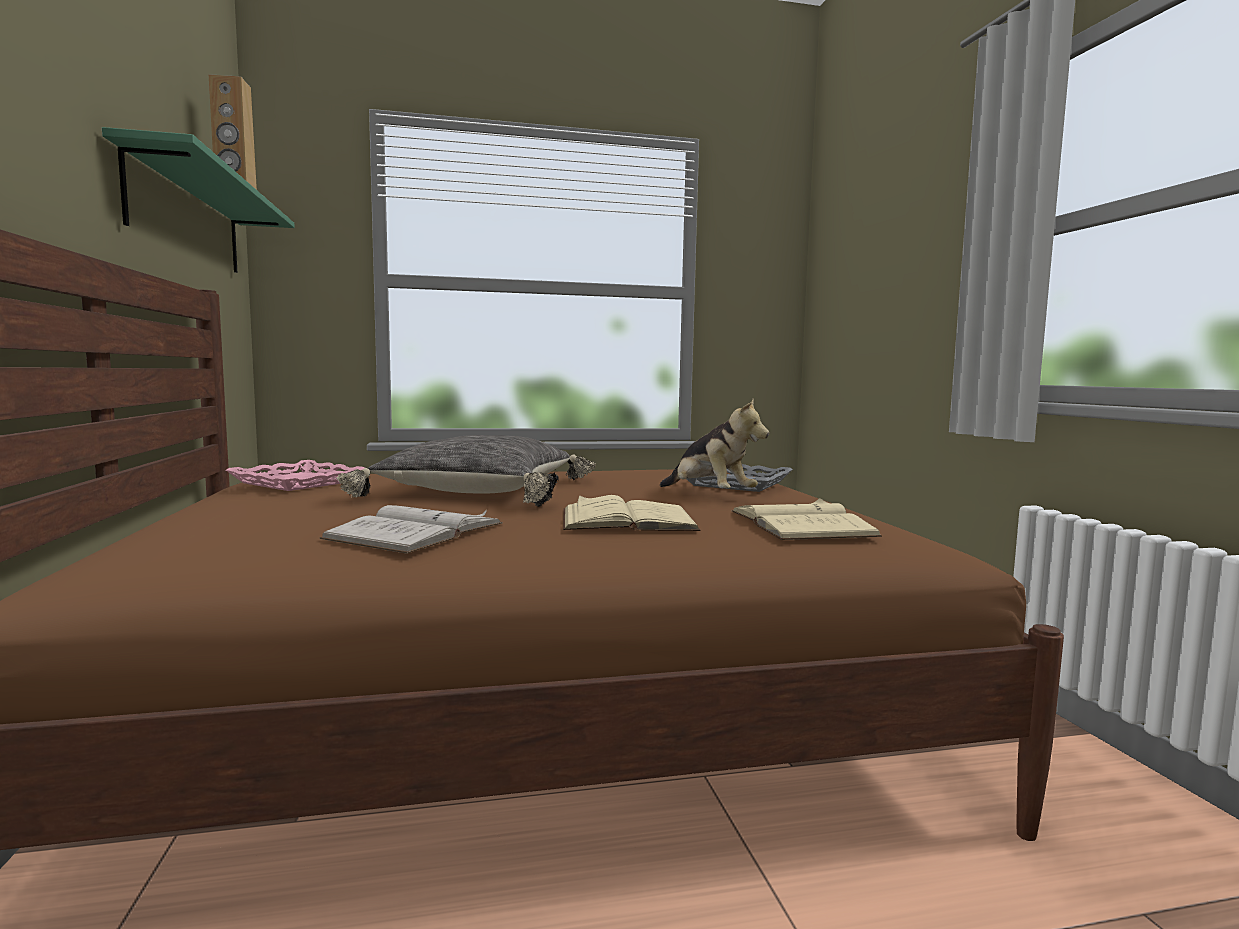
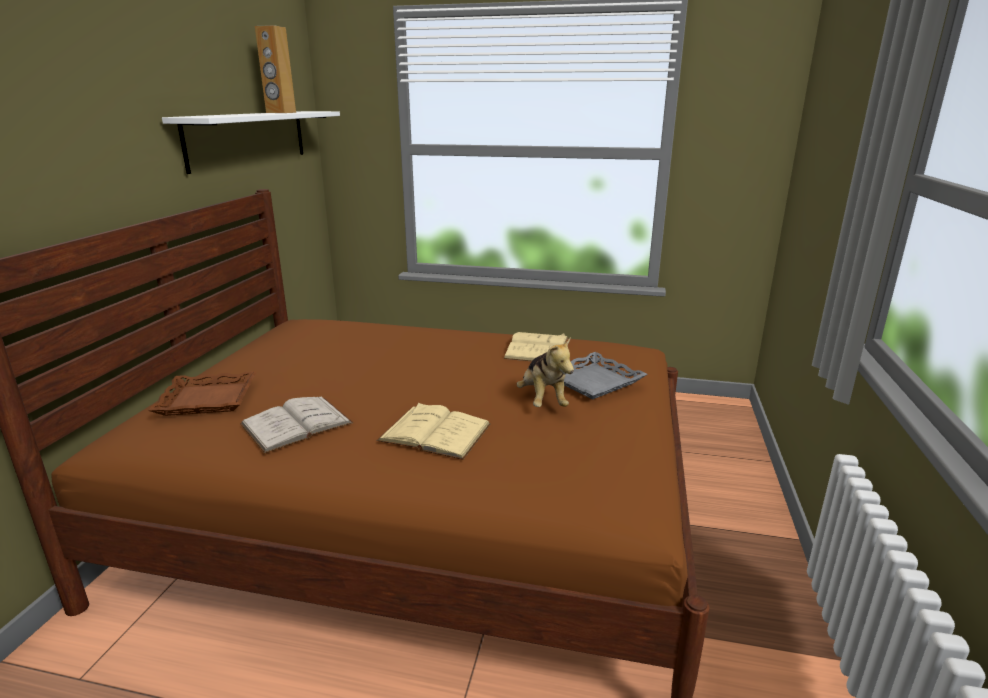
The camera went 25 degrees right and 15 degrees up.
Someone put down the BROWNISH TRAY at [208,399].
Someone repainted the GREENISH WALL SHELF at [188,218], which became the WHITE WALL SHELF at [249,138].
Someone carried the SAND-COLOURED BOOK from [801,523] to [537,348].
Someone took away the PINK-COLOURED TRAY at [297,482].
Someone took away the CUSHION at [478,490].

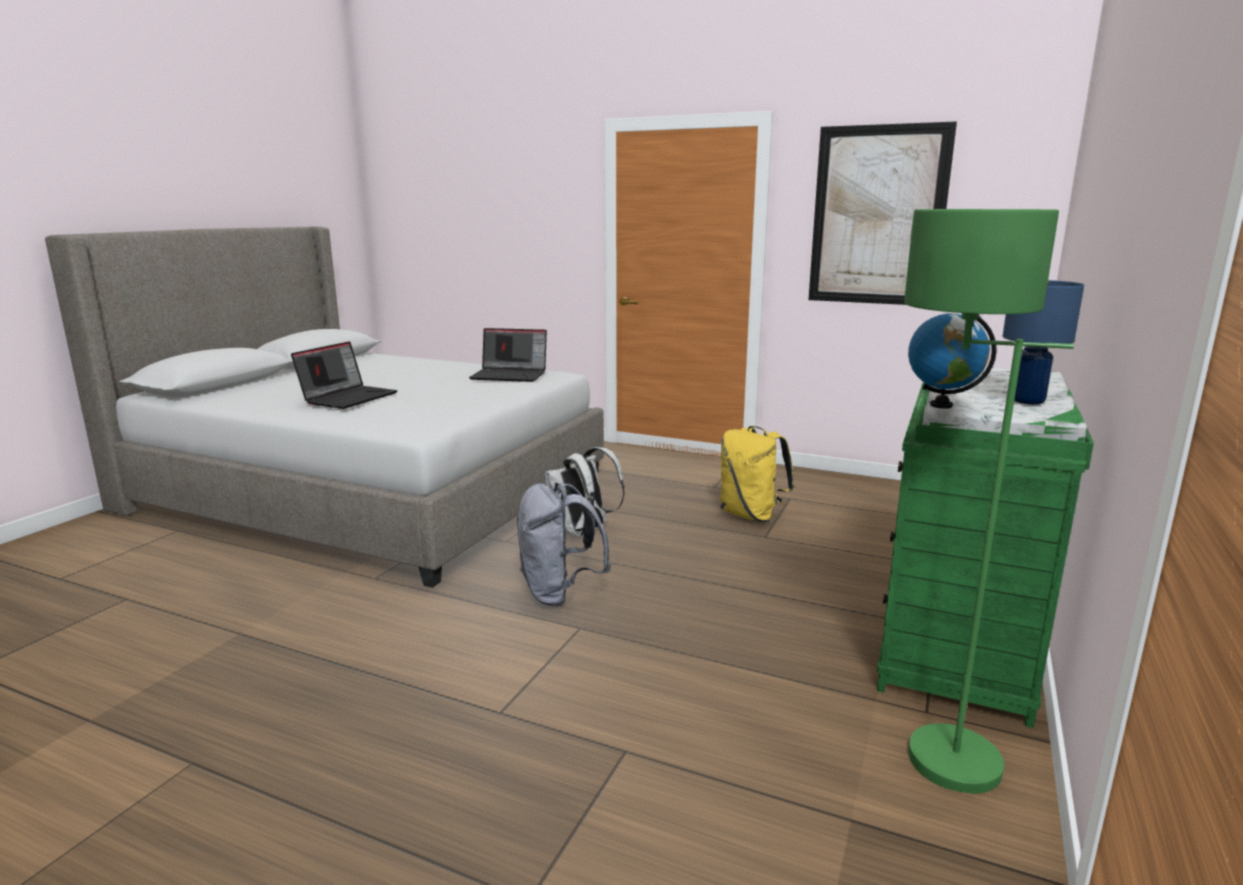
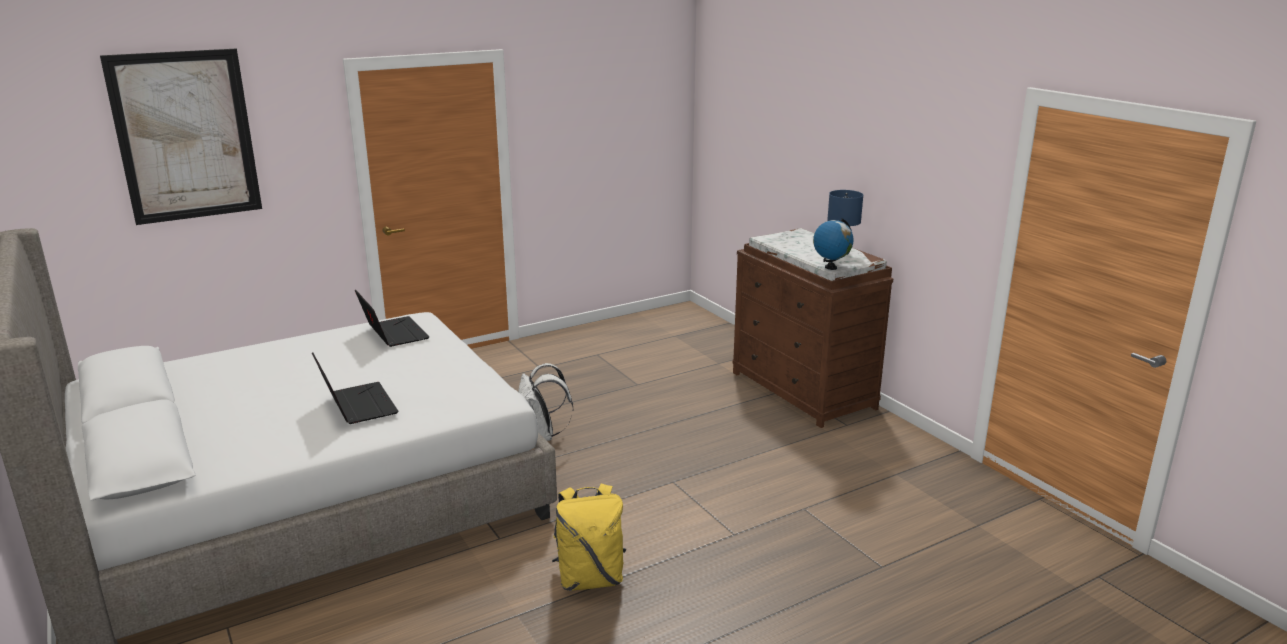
The camera went 55 degrees left and 5 degrees up.
Someone carried the WALL PICTURE from [878,216] to [186,136].
Someone rotated the LAPTOP at [510,375] by 75 degrees counterclockwise.
Someone carried the YELLOW BACKPACK from [751,515] to [590,579].
Someone repainted the GREENISH CHEST OF DRAWERS at [956,640], which became the BROWNISH CHEST OF DRAWERS at [803,390].
Someone took away the GREY BACKPACK at [559,593].
Someone took away the GREENISH FLOOR LAMP at [925,756].

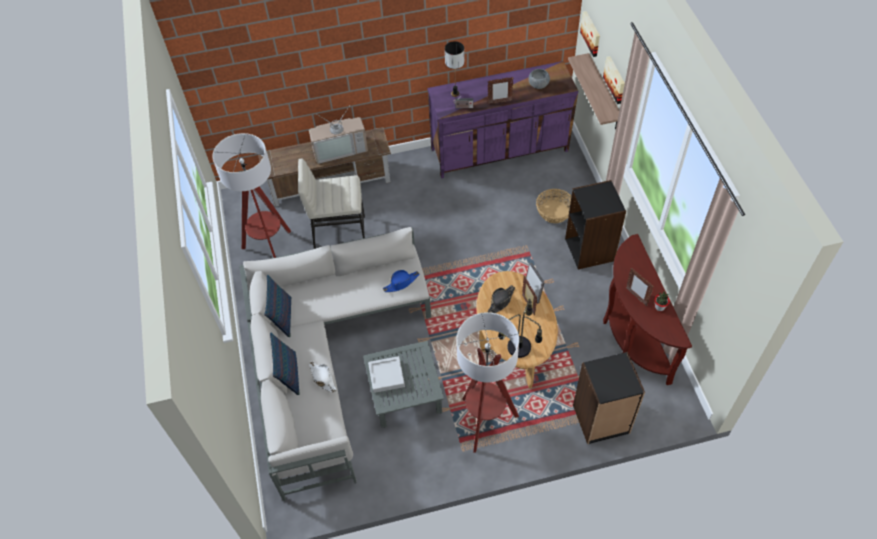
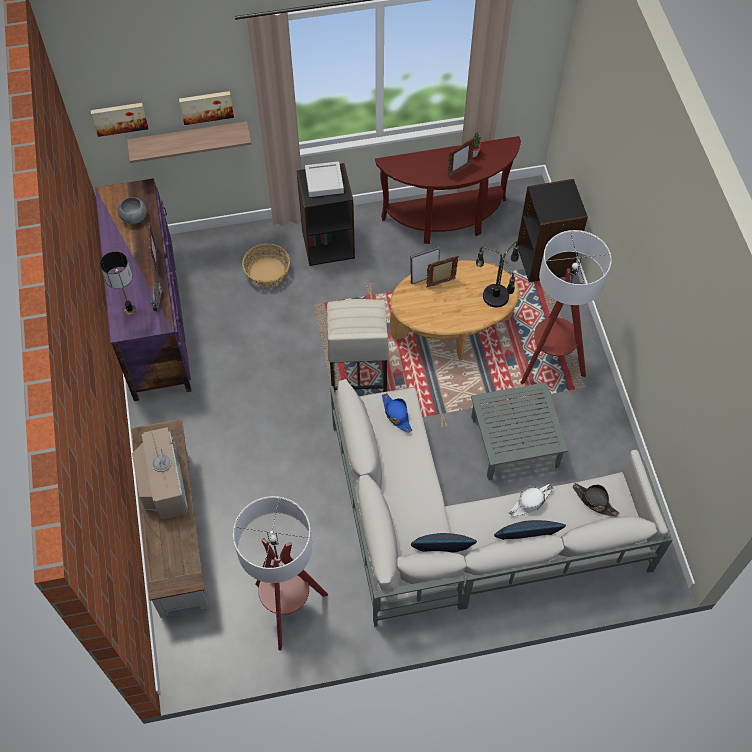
The camera went 90 degrees left and 5 degrees up.
Someone carried the GREY TRAY from [386,376] to [324,182].
Someone carried the SAND-COLOURED STOOL from [339,234] to [358,372].
Someone carried the BLACK WEARABLE HAT from [501,301] to [594,501].

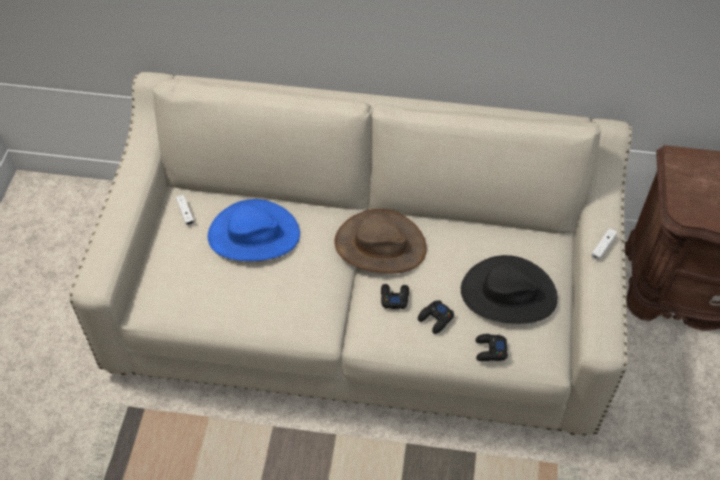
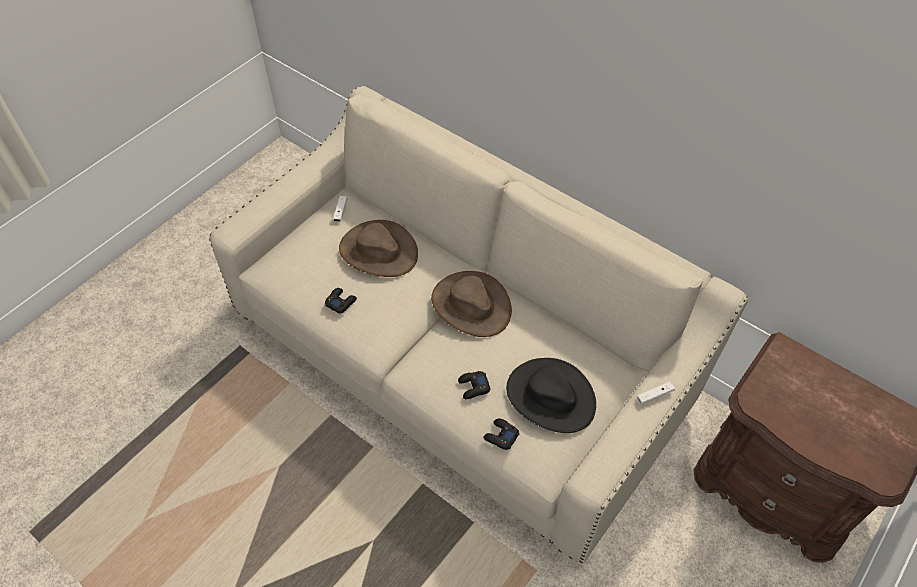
The camera went 30 degrees right and 0 degrees up.
Someone carried the BLACK GAME CONTROLLER from [394,297] to [340,302].
Someone repainted the BLUE-COLOURED WEARABLE HAT at [253,235], which became the BROWNISH WEARABLE HAT at [378,251].

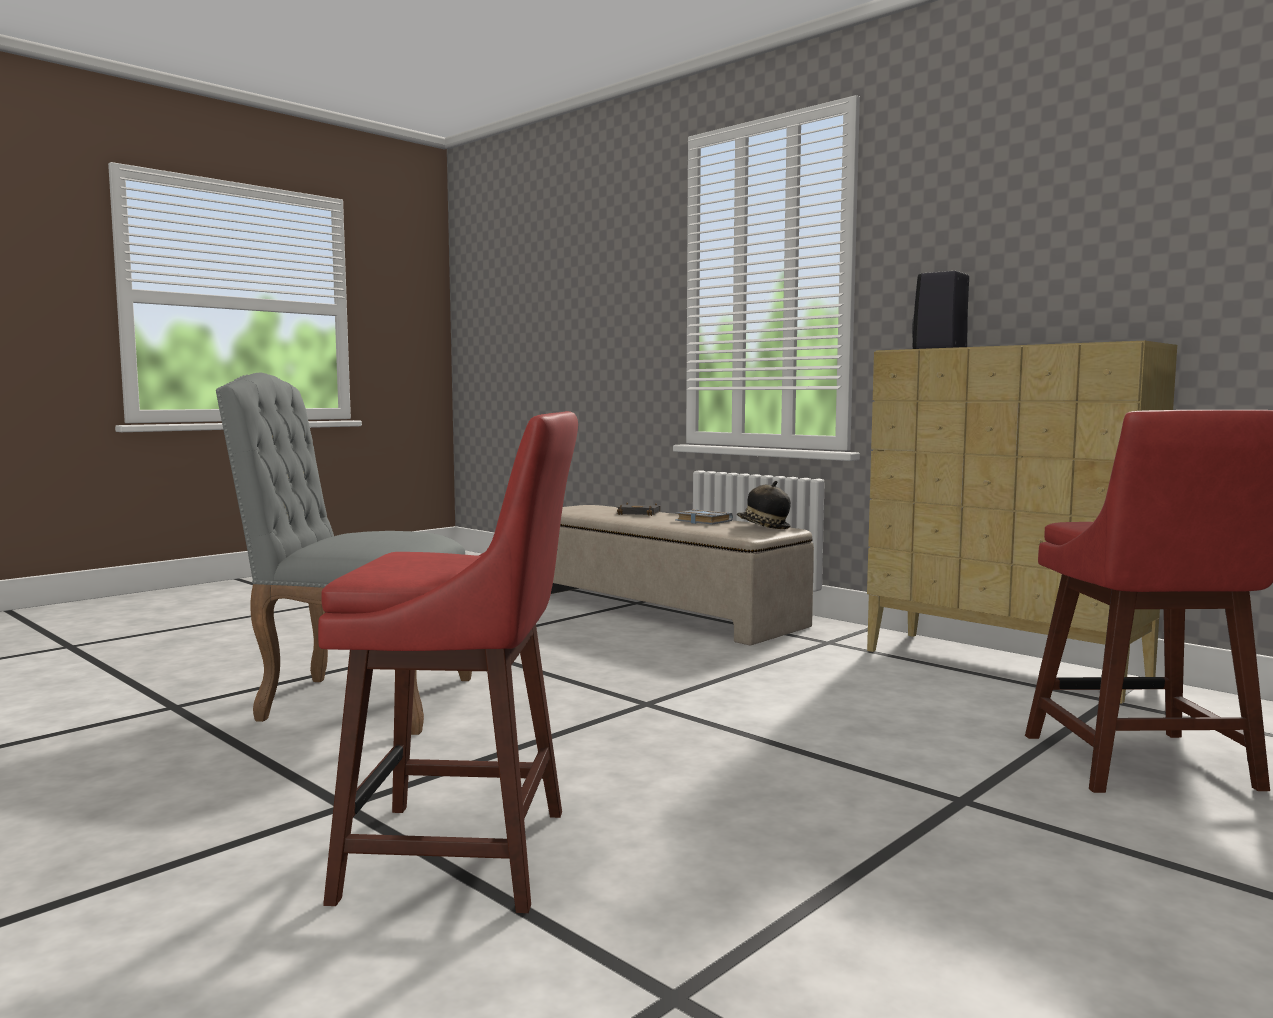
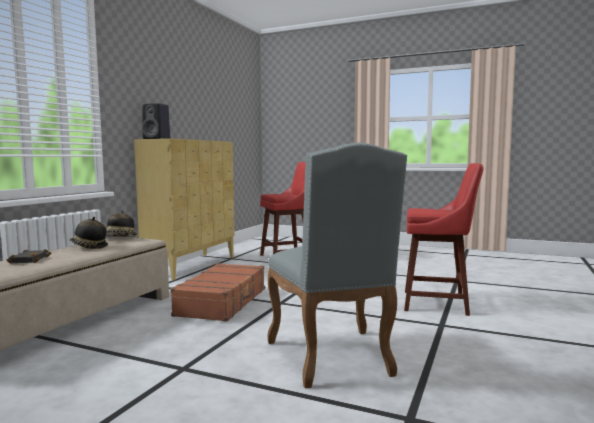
The camera went 110 degrees left and 0 degrees up.
Someone swapped the GREY BOOK at [701,521] for the WEARABLE HAT at [88,247].
Someone put down the BROWNISH PIECE OF LUGGAGE at [223,302].
Someone rotated the RED CHAIR at [469,855] by 120 degrees clockwise.

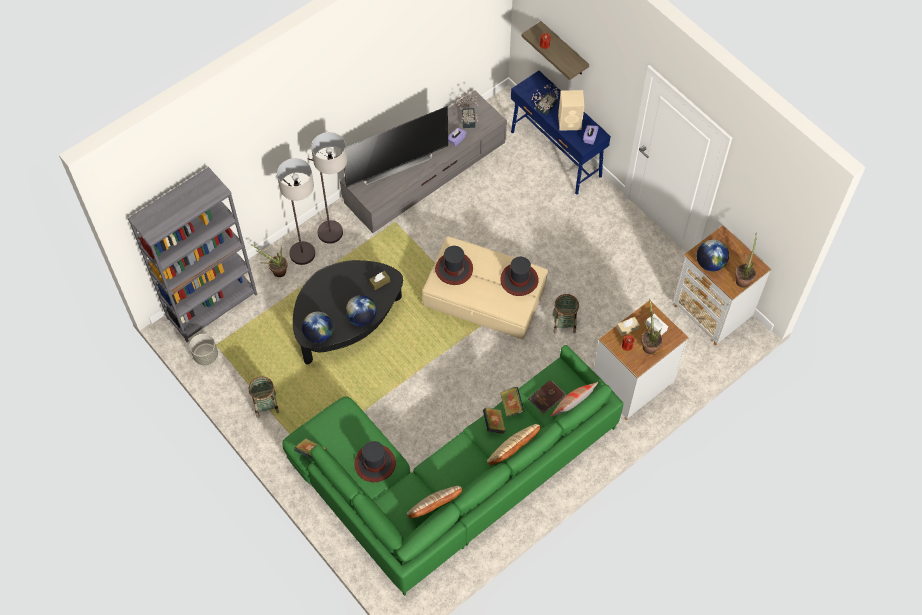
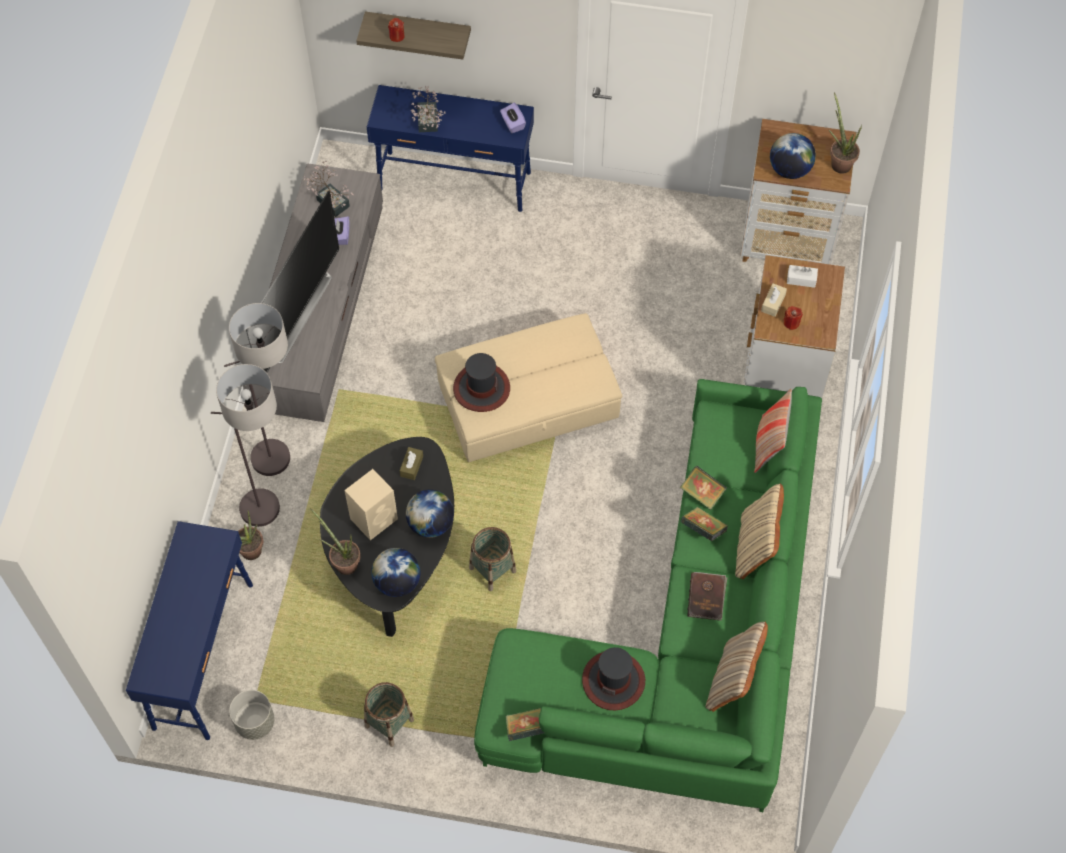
The camera went 40 degrees left and 0 degrees up.
Someone swapped the GREY SHELVING UNIT at [212,306] for the BLUE-COLOURED NARROW TABLE at [204,655].
Someone carried the HOUSEPLANT from [649,344] to [343,562].
Someone carried the SAND-COLOURED SPEAKER from [570,122] to [375,518].
Someone carried the HOUSEHOLD BASKET from [564,323] to [492,570].
Someone carried the BROWNISH BOOK from [547,397] to [707,597].
Someone took away the WEARABLE HAT at [519,280].

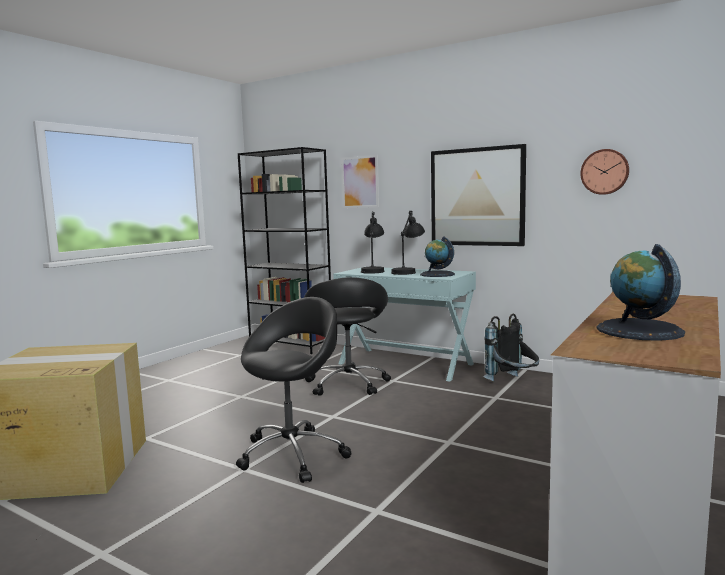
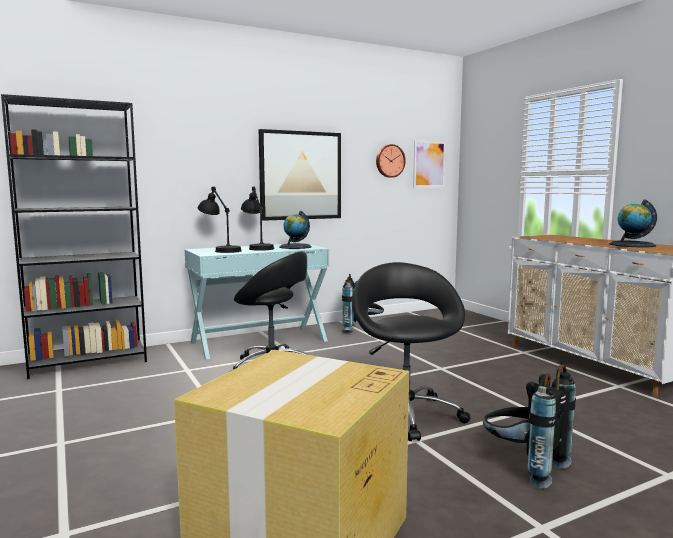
The camera went 60 degrees left and 0 degrees up.
Someone carried the WALL PICTURE from [360,182] to [429,164].
Someone put down the BLACK BACKPACK at [523,466].

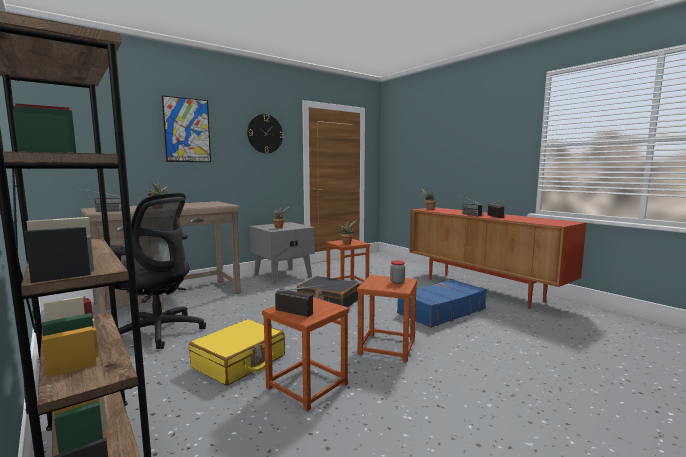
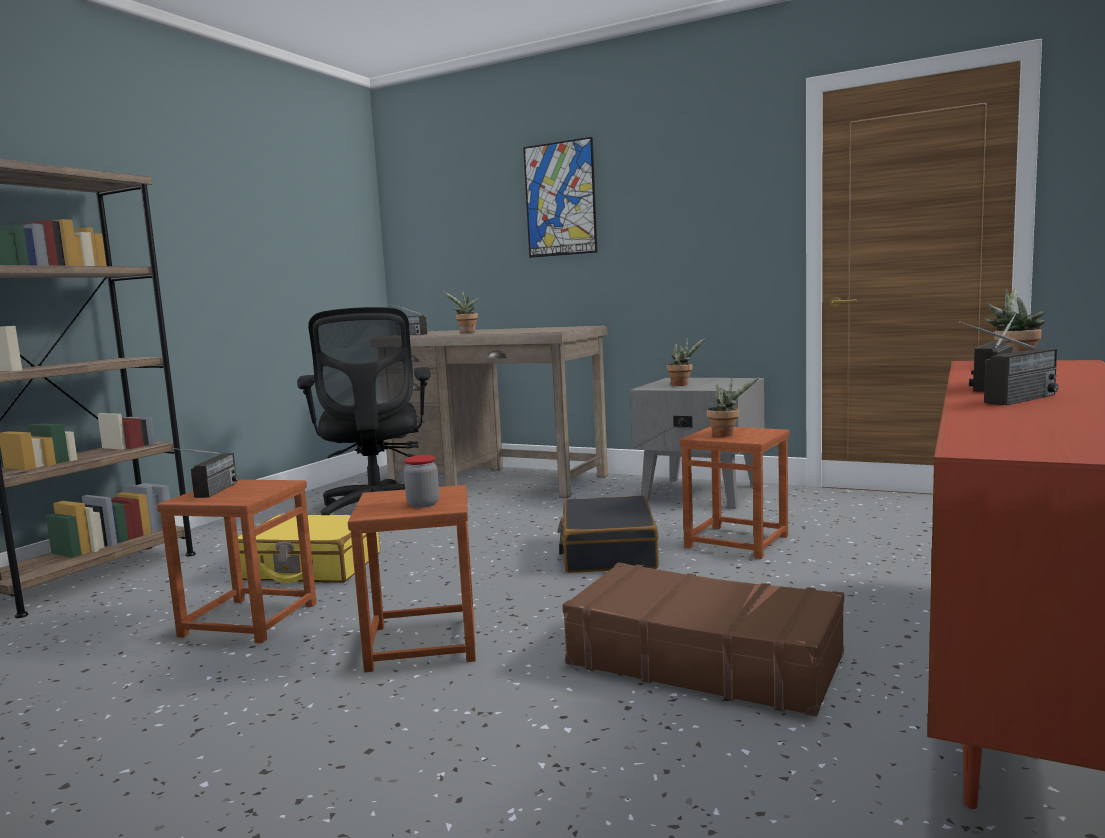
The camera went 65 degrees right and 0 degrees up.
Someone repainted the BLUE-COLOURED PIECE OF LUGGAGE at [441,311], which became the BROWNISH PIECE OF LUGGAGE at [703,659].
Someone took away the WALL CLOCK at [265,134].

